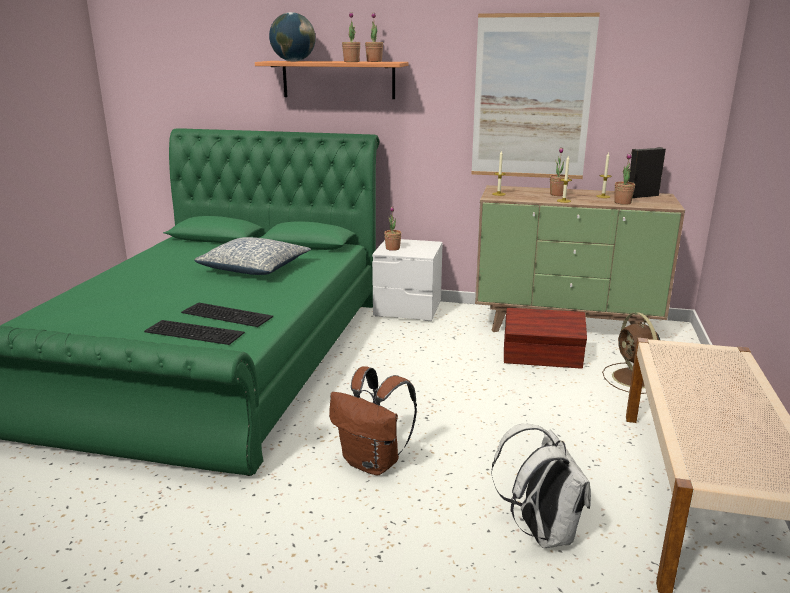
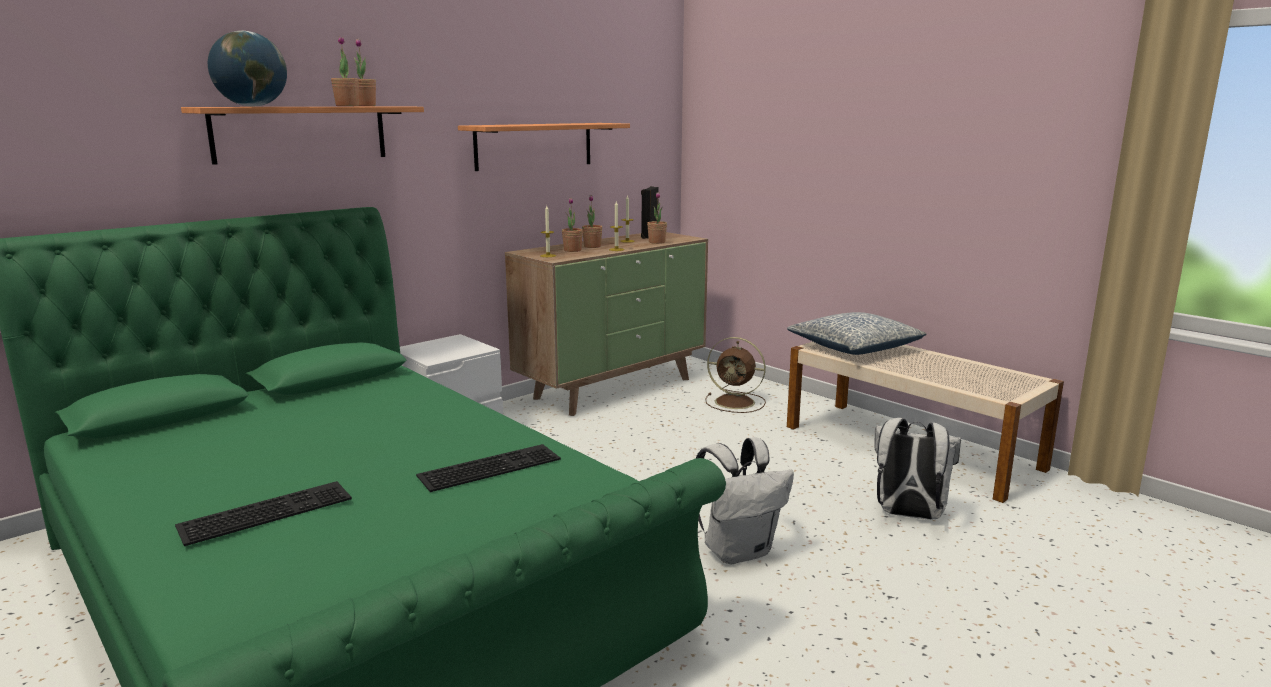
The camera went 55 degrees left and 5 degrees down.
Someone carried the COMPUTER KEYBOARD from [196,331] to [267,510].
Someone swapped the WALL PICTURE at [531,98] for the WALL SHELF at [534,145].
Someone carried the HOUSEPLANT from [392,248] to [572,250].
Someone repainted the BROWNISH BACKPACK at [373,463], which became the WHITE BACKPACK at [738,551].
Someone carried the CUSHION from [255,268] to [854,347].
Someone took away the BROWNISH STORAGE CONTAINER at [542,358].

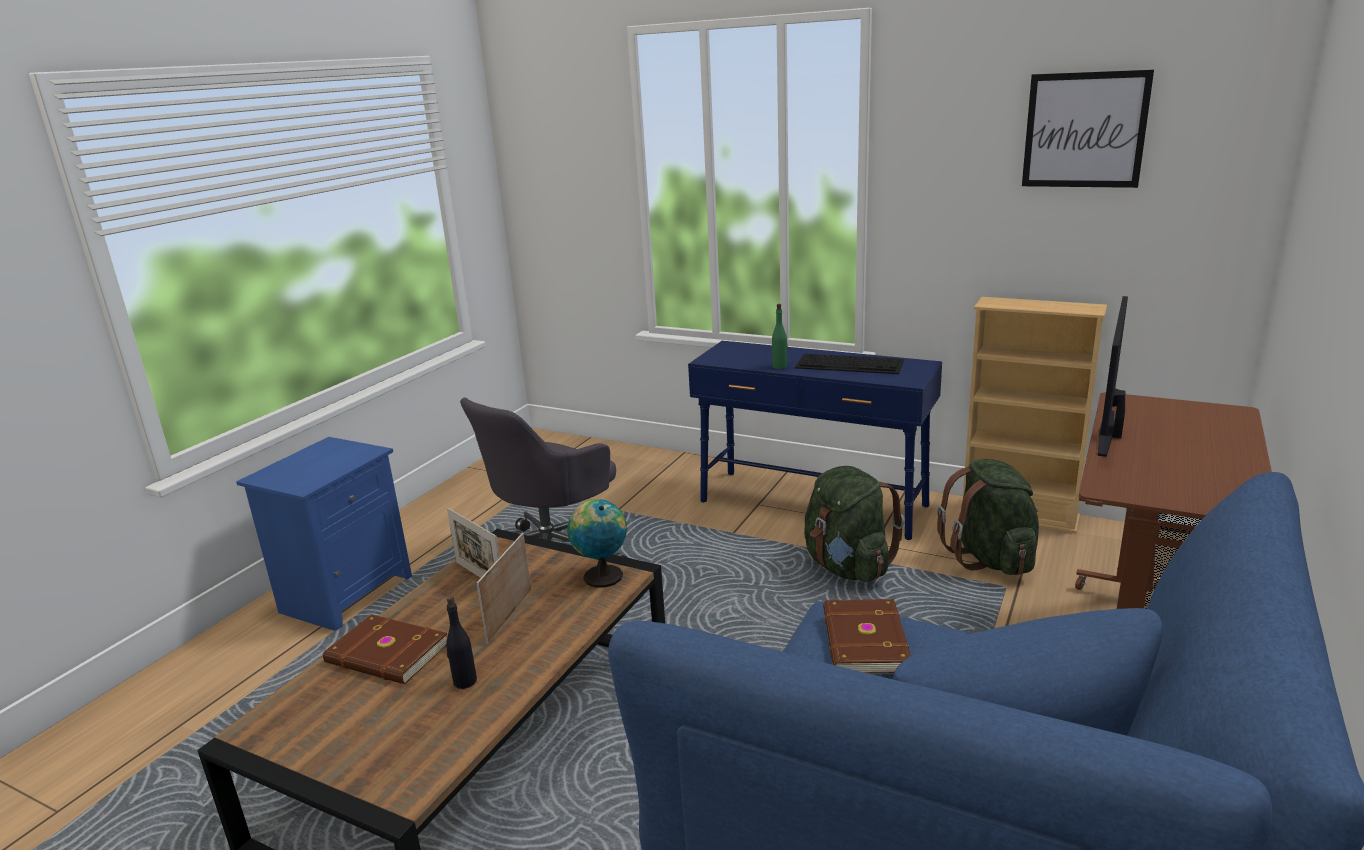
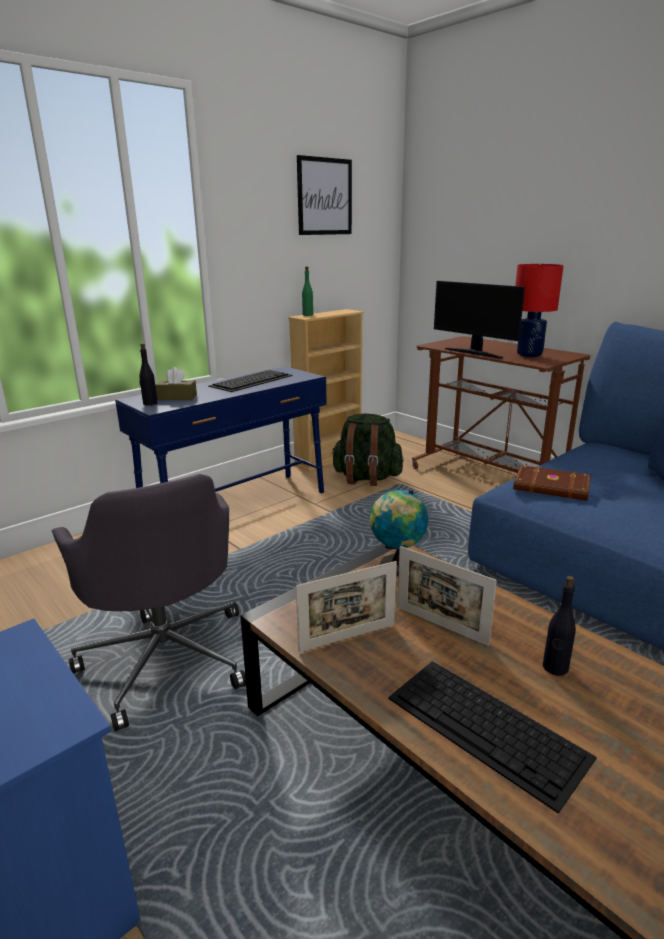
The camera went 70 degrees left and 0 degrees up.
Someone put down the BLACK BEVERAGE BOTTLE at [150,403].
Someone put down the BROWNISH BOX OF TISSUES at [177,397].
Someone carried the GREENISH BEVERAGE BOTTLE from [780,366] to [307,315].
Someone swapped the BROWNISH BOOK at [386,655] for the COMPUTER KEYBOARD at [488,727].
Someone put down the RED TABLETOP LAMP at [529,356].
Someone took away the GREENISH BACKPACK at [847,567].

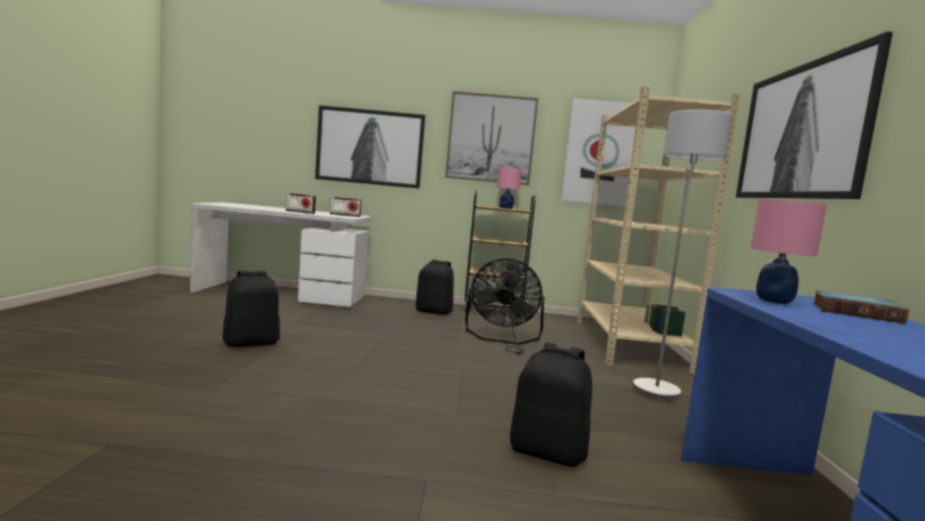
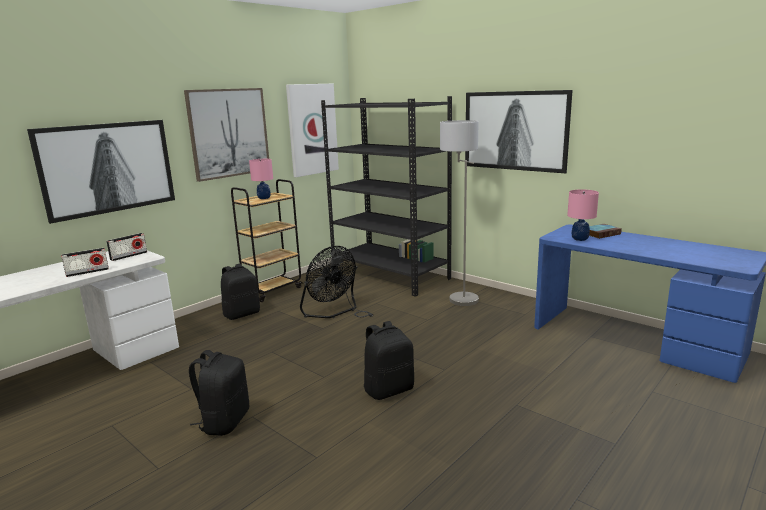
The camera went 50 degrees left and 10 degrees up.
Someone repainted the SAND-COLOURED SHELVING UNIT at [627,344], which became the BLACK SHELVING UNIT at [390,275].
Someone carried the BLACK BACKPACK from [548,452] to [388,389].

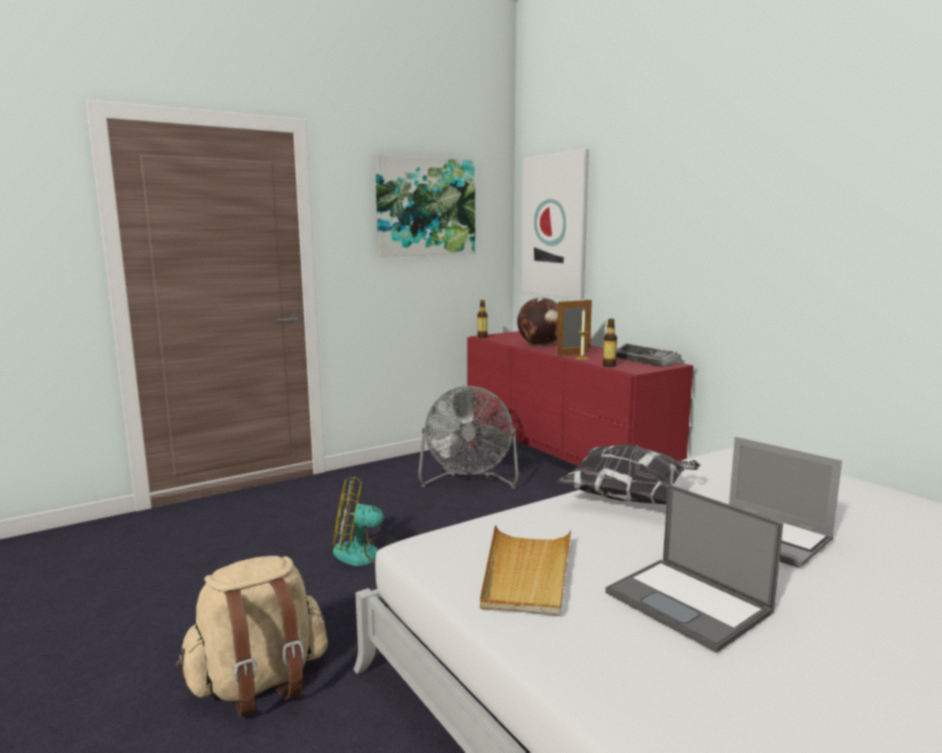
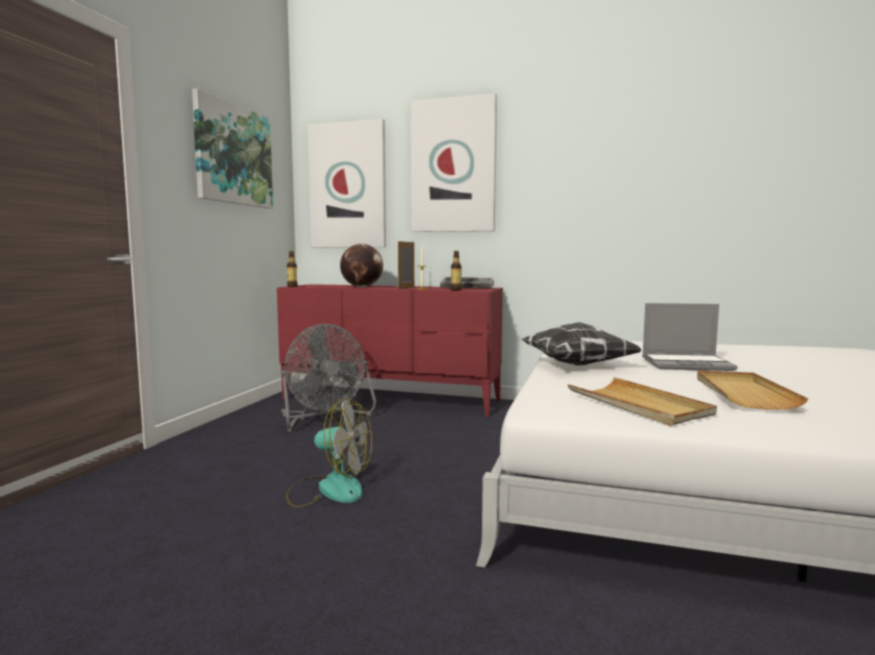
The camera went 40 degrees left and 5 degrees down.
Someone rotated the COOLING FAN at [367,554] by 120 degrees counterclockwise.
Someone put up the WALL PICTURE at [453,166].
Someone swapped the LAPTOP at [689,603] for the SAND-COLOURED TRAY at [743,393].
Someone took away the SAND-COLOURED BACKPACK at [259,683].

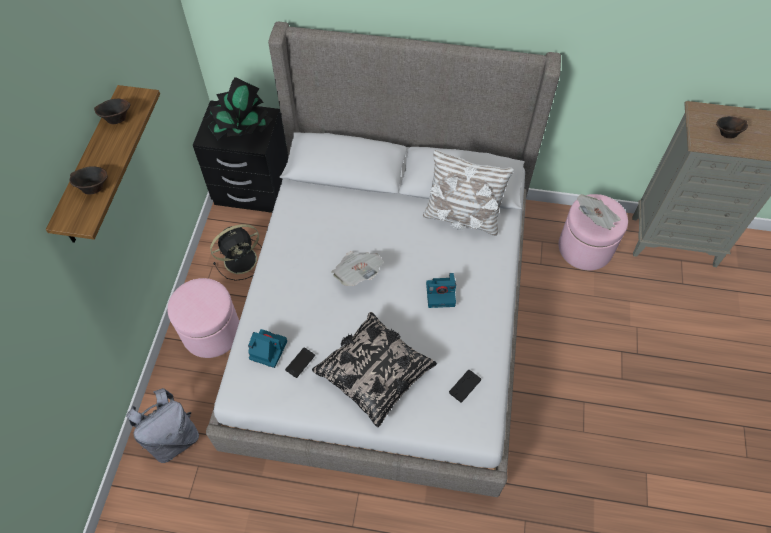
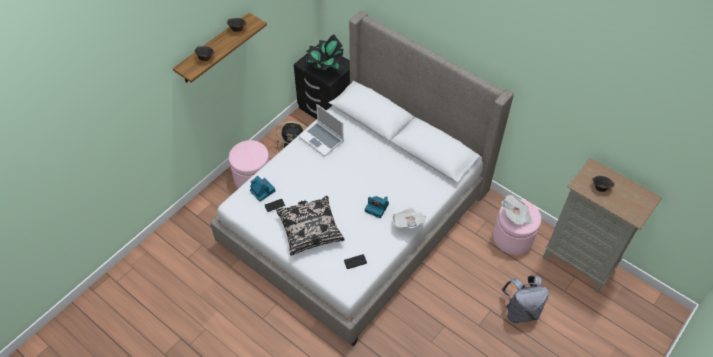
The camera went 30 degrees right and 5 degrees down.
Someone put down the LAPTOP at [322,139].
Someone carried the PRINTED PAPER from [357,273] to [408,223].
Someone carried the GREY BACKPACK from [173,438] to [520,311].
Someone took away the WHITE CUSHION at [462,218].

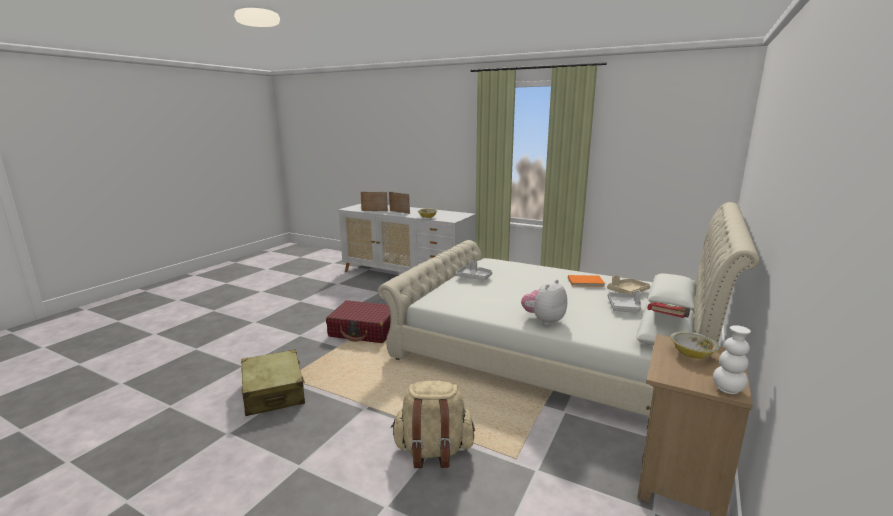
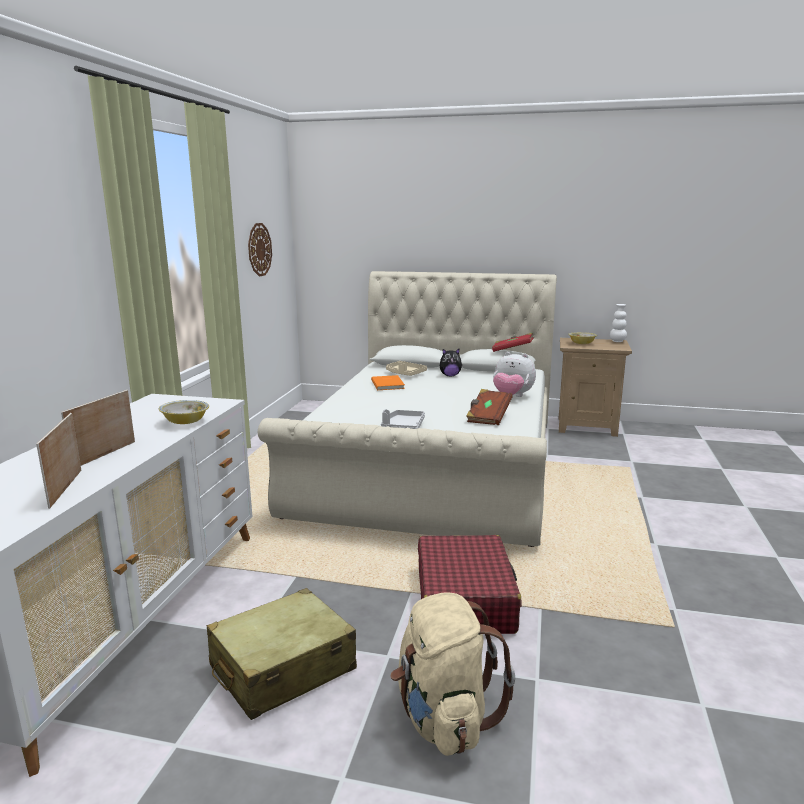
The camera went 105 degrees left and 0 degrees up.
Someone carried the SAND-COLOURED PIECE OF LUGGAGE from [274,392] to [282,668].
Someone put up the WALL CLOCK at [259,249].
Someone carried the SAND-COLOURED BACKPACK from [433,451] to [444,718].
Someone swapped the GREY TRAY at [624,307] for the SOFT TOY at [450,375].
Someone put down the BROWNISH BOOK at [488,417].

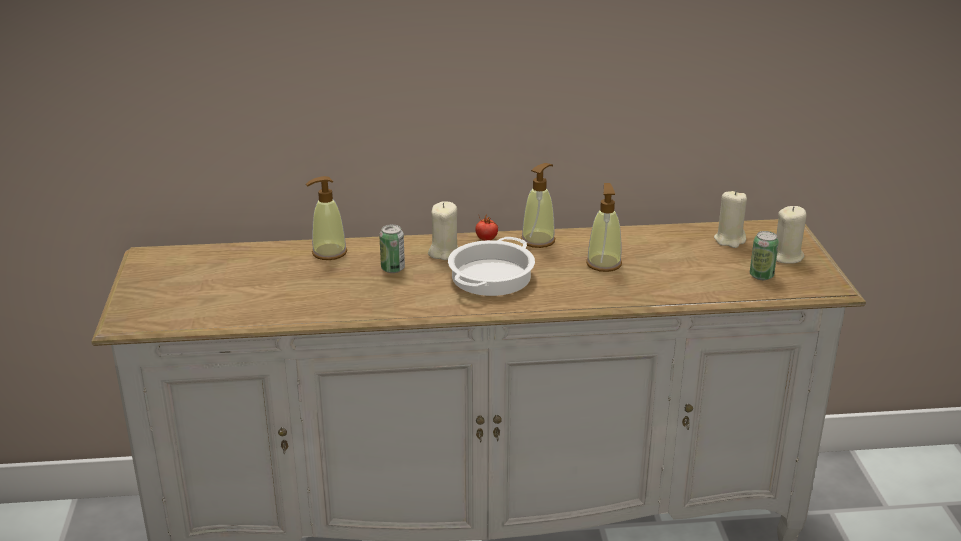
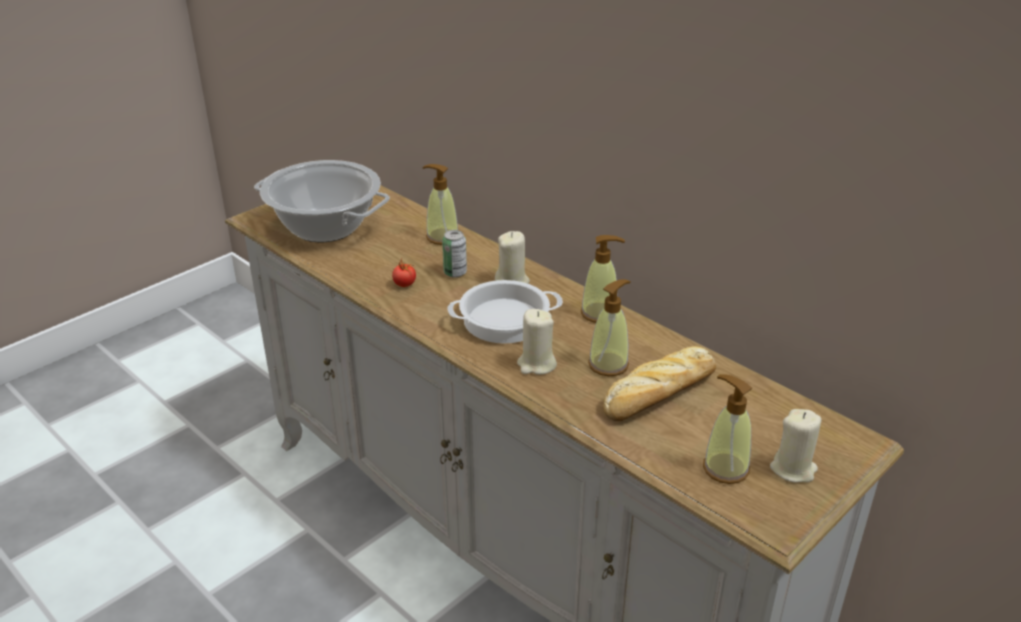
The camera went 50 degrees right and 5 degrees up.
Someone put down the COOKING POT at [326,227].
Someone carried the TOMATO from [486,239] to [404,284].
Someone carried the SAND-COLOURED WAX LIGHT from [730,240] to [536,364].
Someone put down the BAKED BREAD at [658,394].
Someone swapped the SEALED CAN at [761,276] for the SOAP BOTTLE at [725,468].

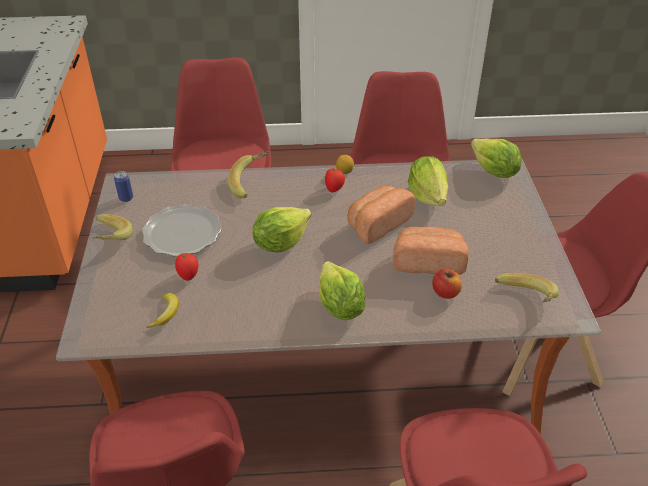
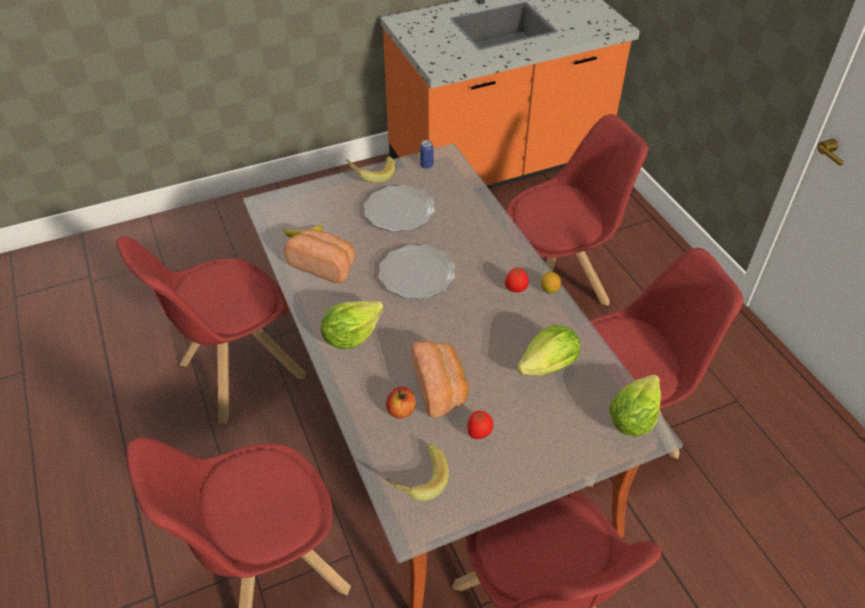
The camera went 70 degrees right and 5 degrees up.
Someone carried the BAKED BREAD from [377,224] to [324,265].
Someone swapped the LETTUCE HEAD at [280,242] for the PLATE at [417,274].
Someone carried the TOMATO from [188,276] to [479,433].
Someone took away the BANANA at [251,184].

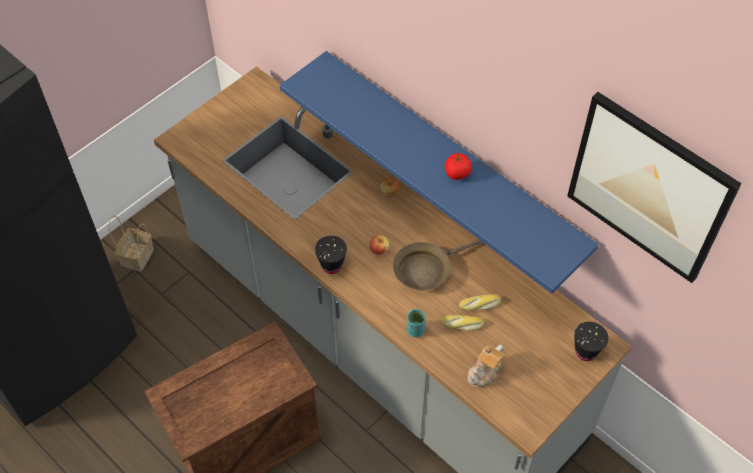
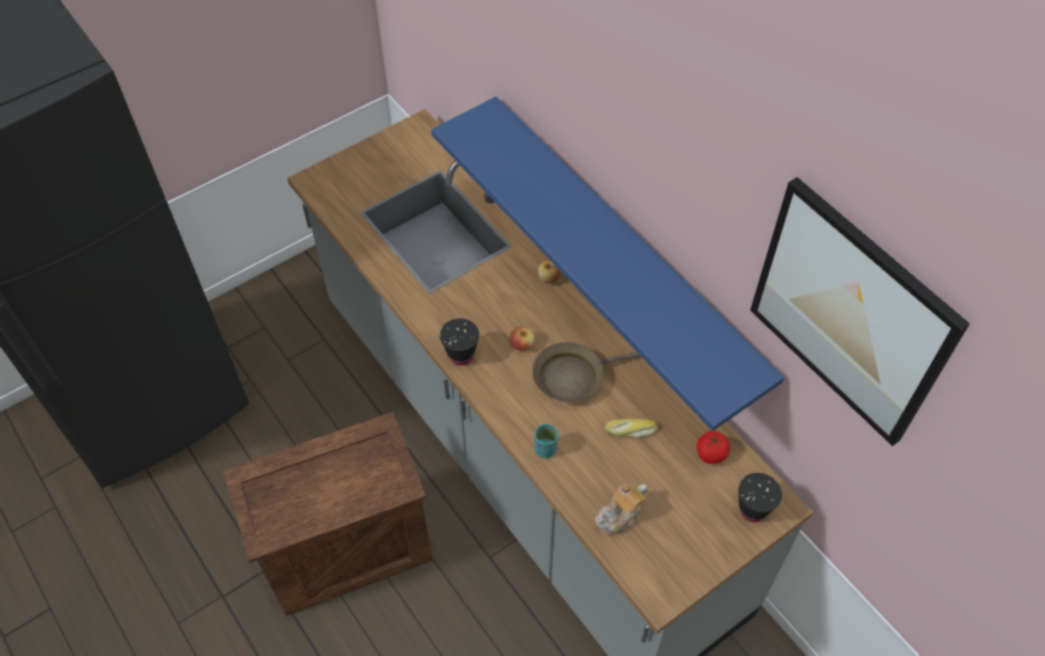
The camera went 10 degrees right and 0 degrees up.
Someone carried the TOMATO from [457,173] to [710,454].
Someone took away the HOUSEHOLD BASKET at [137,255].
Someone took away the BAKED BREAD at [462,325].

